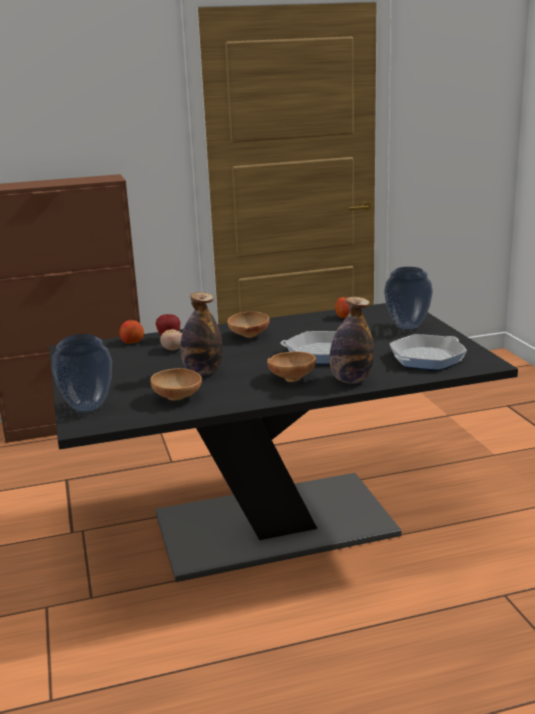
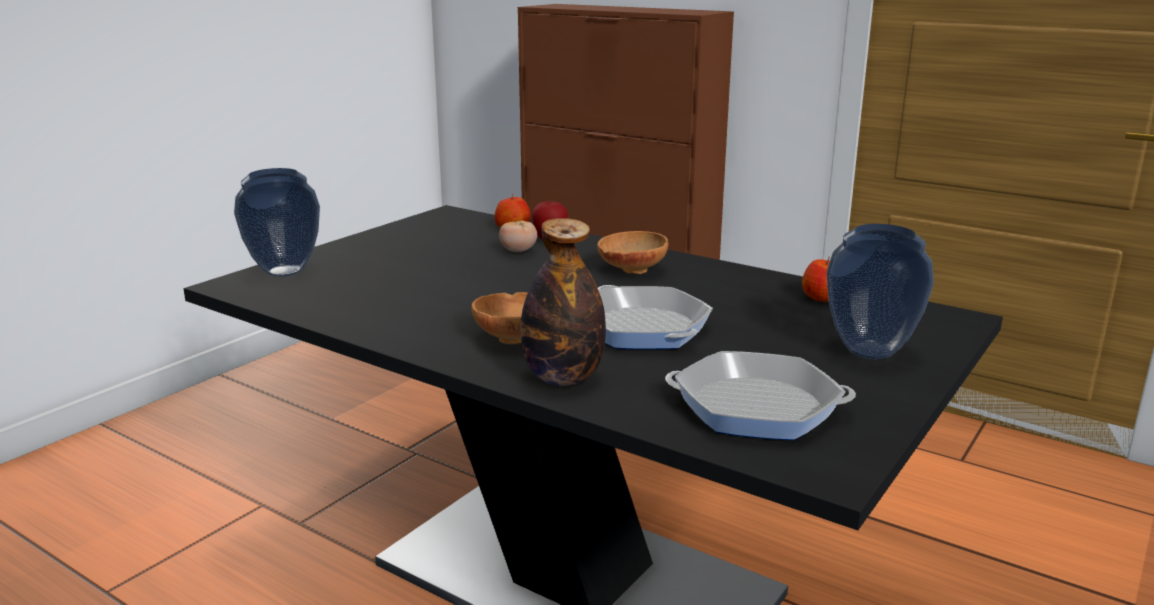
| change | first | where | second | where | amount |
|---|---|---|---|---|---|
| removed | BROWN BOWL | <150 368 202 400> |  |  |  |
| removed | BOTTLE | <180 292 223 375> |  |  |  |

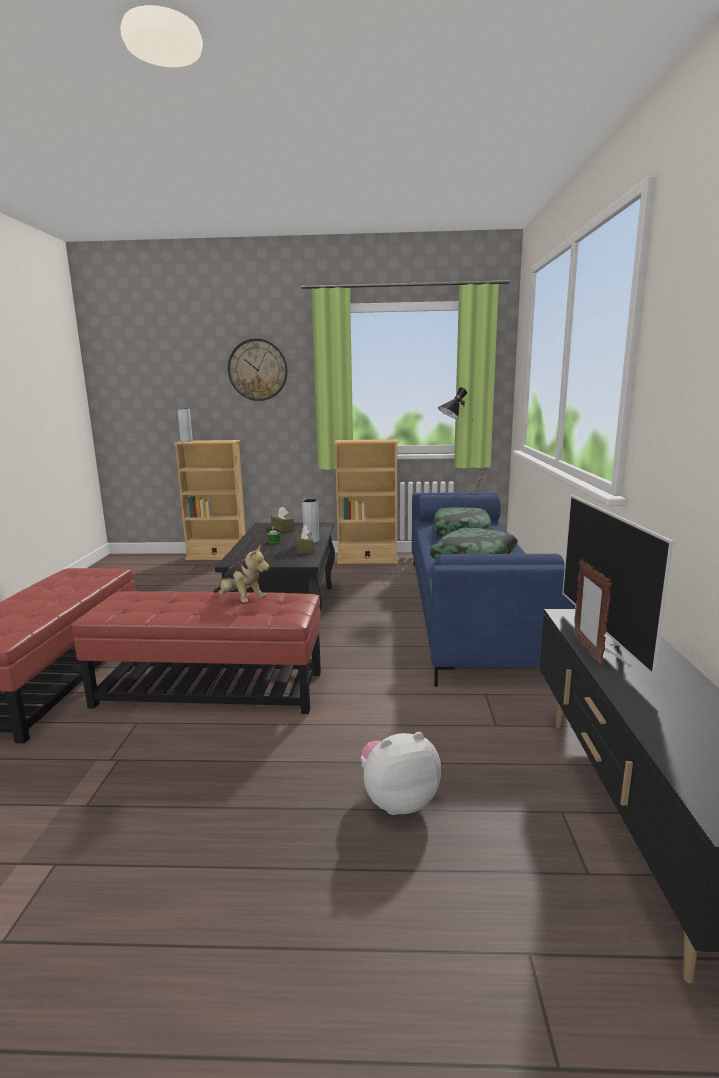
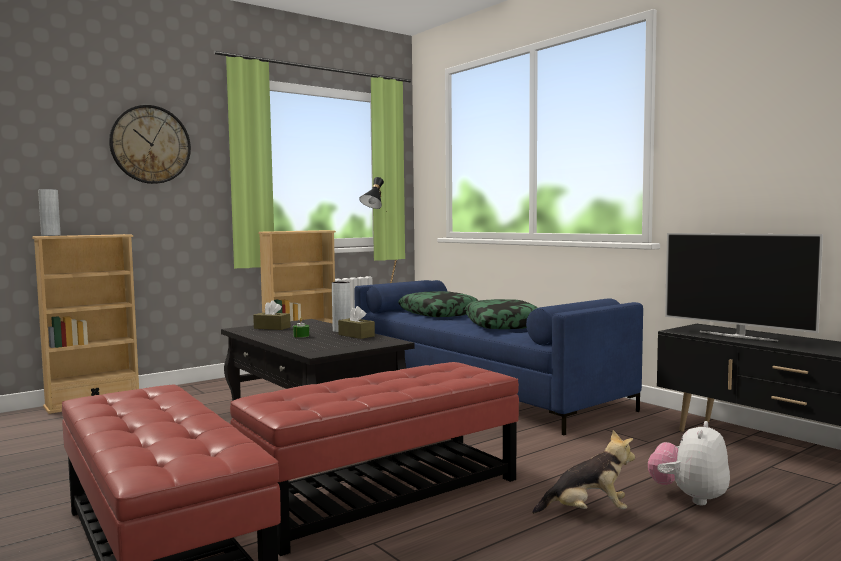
| change | first | where | second | where | amount |
|---|---|---|---|---|---|
| moved | PLUSH TOY | <213 545 270 603> |  | <532 430 635 514> |  |
| removed | PICTURE FRAME | <573 559 612 665> |  |  |  |

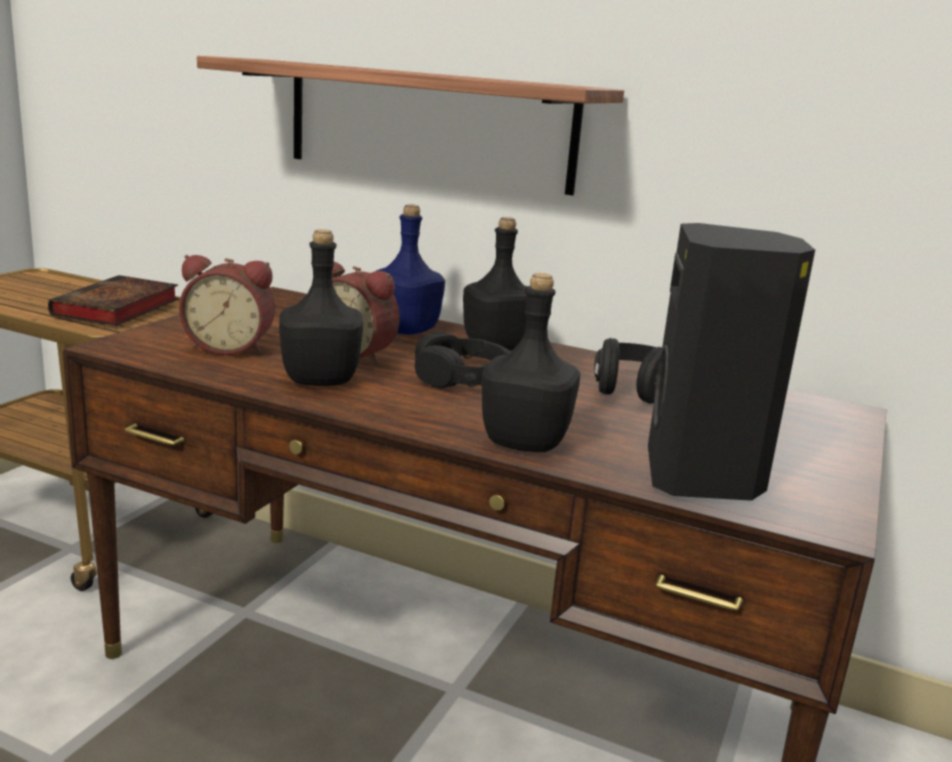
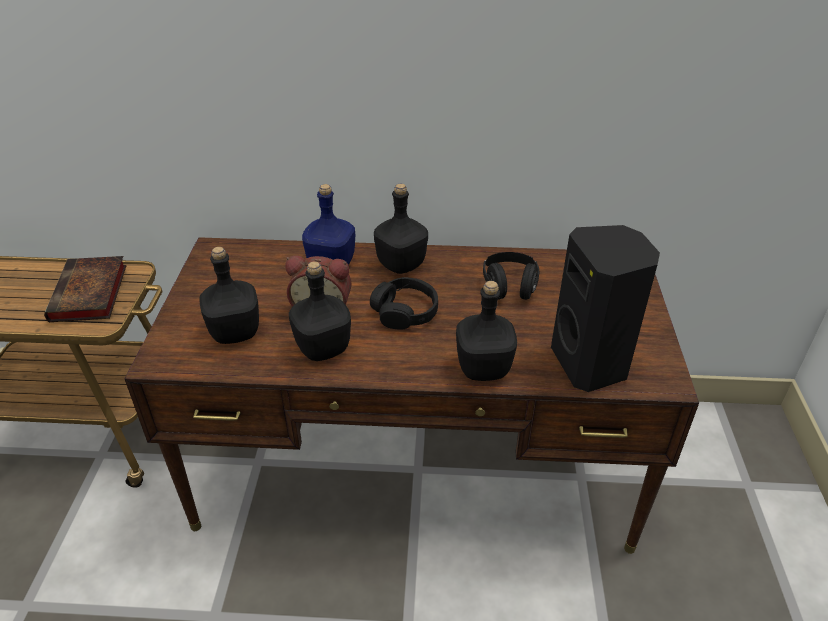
| change | first | where | second | where | amount |
|---|---|---|---|---|---|
| replaced | ALARM CLOCK | <179 255 275 355> | BLACK BOTTLE | <199 247 259 344> |  |
| removed | SHELF | <197 56 624 195> |  |  |  |

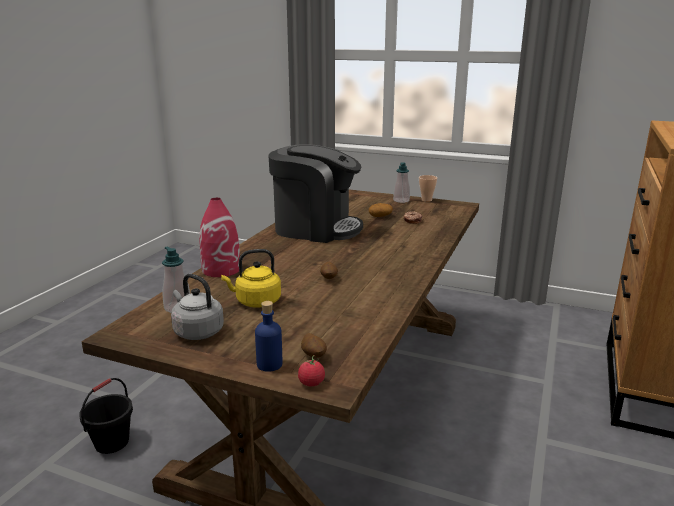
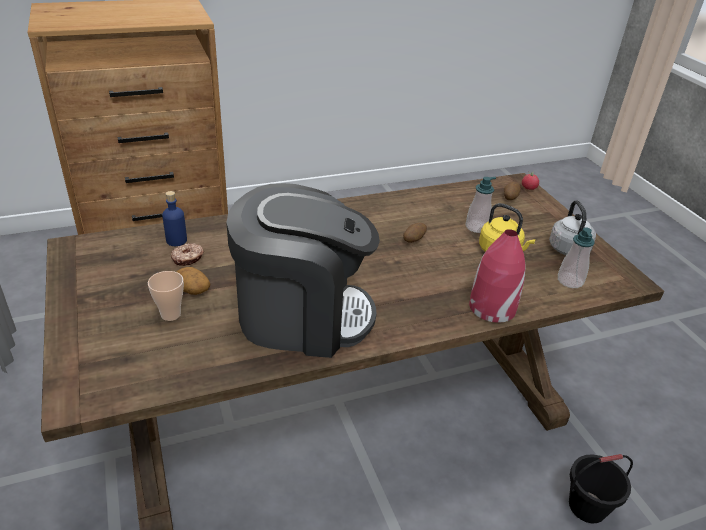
| change | first | where | second | where | amount |
|---|---|---|---|---|---|
| moved | CUP | <419 175 437 202> |  | <148 271 184 321> |  |
| moved | BLUE BOTTLE | <255 301 282 372> |  | <162 191 187 246> |  |
| turned | COFFEE MACHINE | <269 144 363 243> |  | <226 183 380 358> | 120 degrees clockwise |
| moved | SOAP DISPENSER | <393 162 410 203> |  | <466 177 496 233> |  |

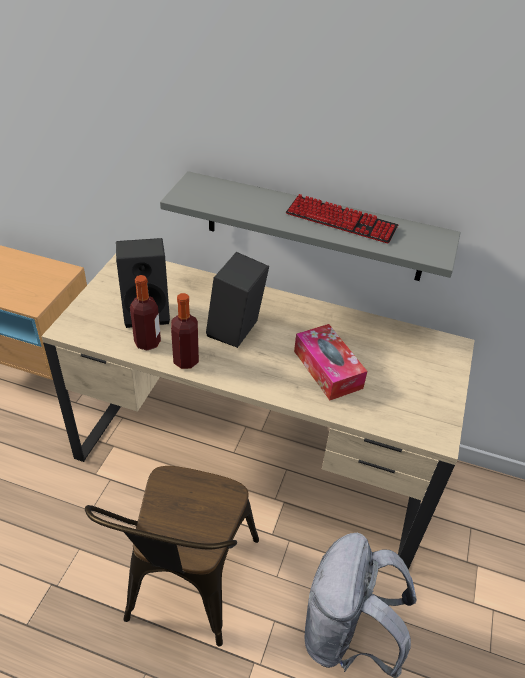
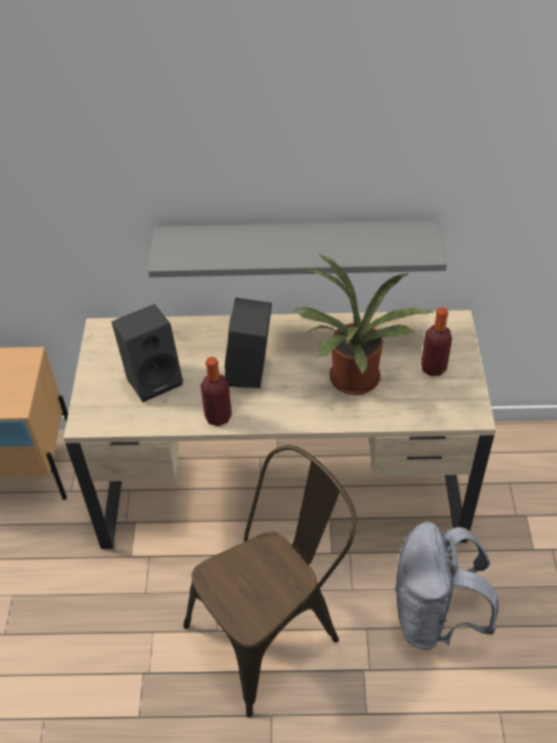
| change | first | where | second | where | amount |
|---|---|---|---|---|---|
| turned | BROWN CHAIR | <85 466 259 647> |  | <183 445 356 718> | 120 degrees counterclockwise |
| replaced | TISSUE BOX | <294 324 367 400> | POTTED PLANT | <293 254 435 395> |  |
| moved | BOTTLE | <130 275 161 351> |  | <421 307 452 376> |  |
| removed | KEYBOARD | <286 194 398 244> |  |  |  |

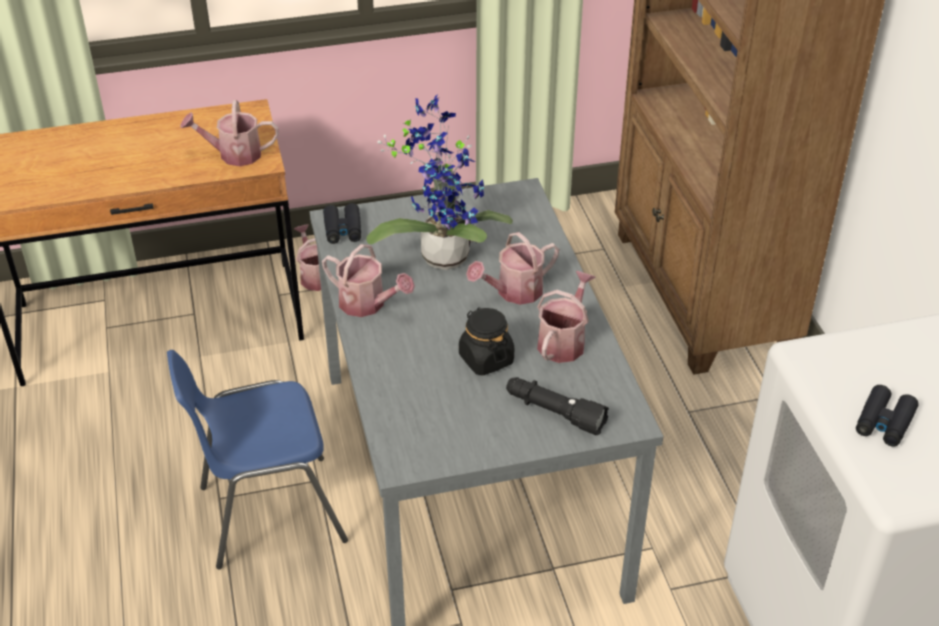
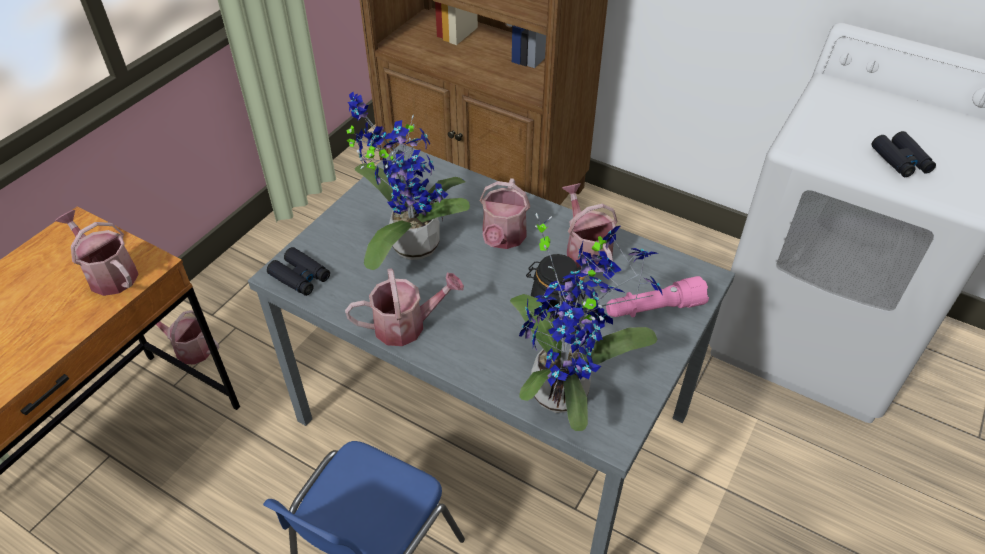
| change | first | where | second | where | amount |
|---|---|---|---|---|---|
| turned | WATERING CAN | <180 100 279 166> |  | <55 210 139 296> | 90 degrees clockwise |
| added |  |  | POTTED PLANT | <510 213 663 431> |  |
| recoloured | BLACK FLASHLIGHT | <506 377 609 435> | PINK FLASHLIGHT | <606 276 709 317> |  |

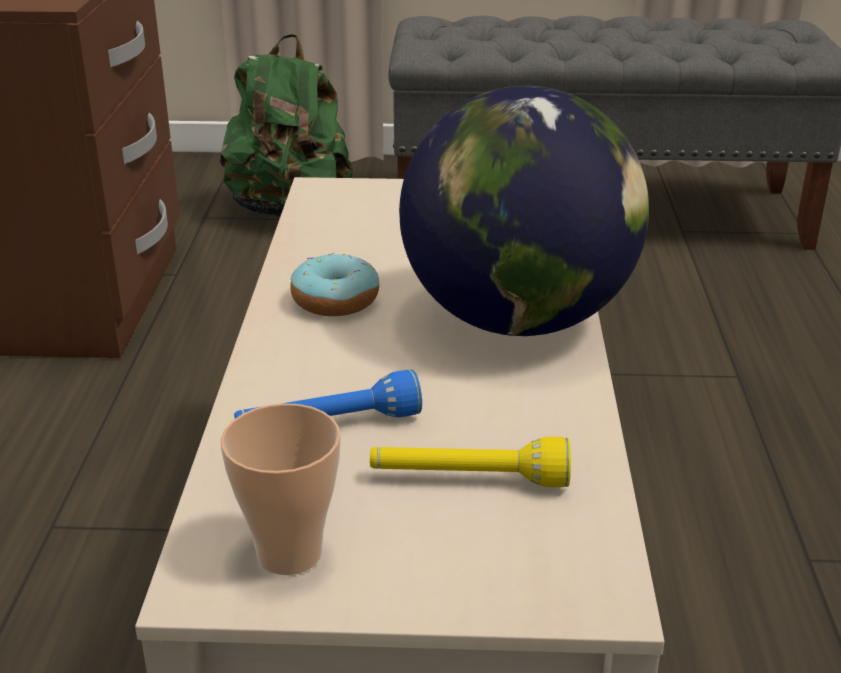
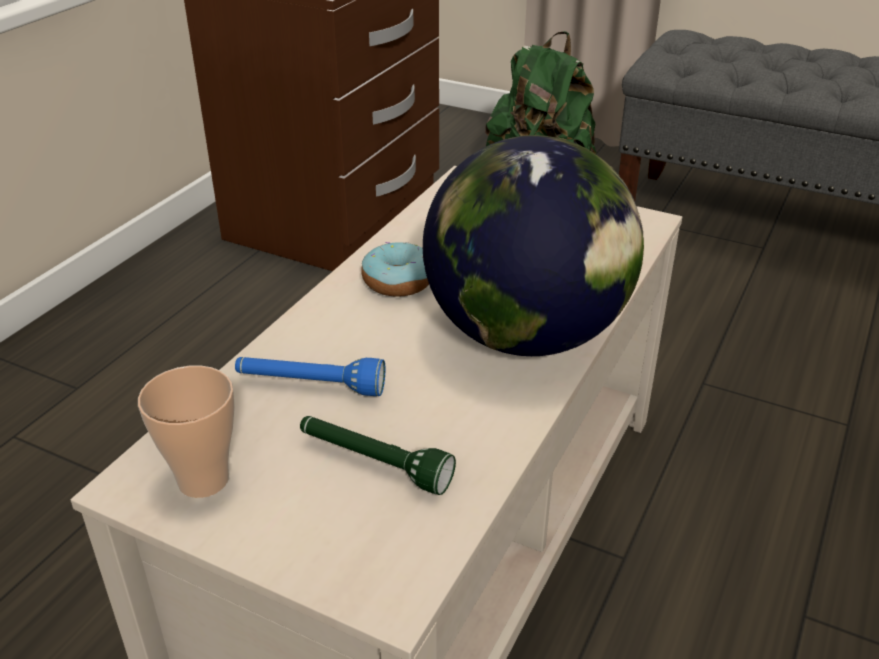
| change | first | where | second | where | amount |
|---|---|---|---|---|---|
| recoloured | YELLOW FLASHLIGHT | <370 437 571 487> | GREEN FLASHLIGHT | <300 416 456 495> |  |

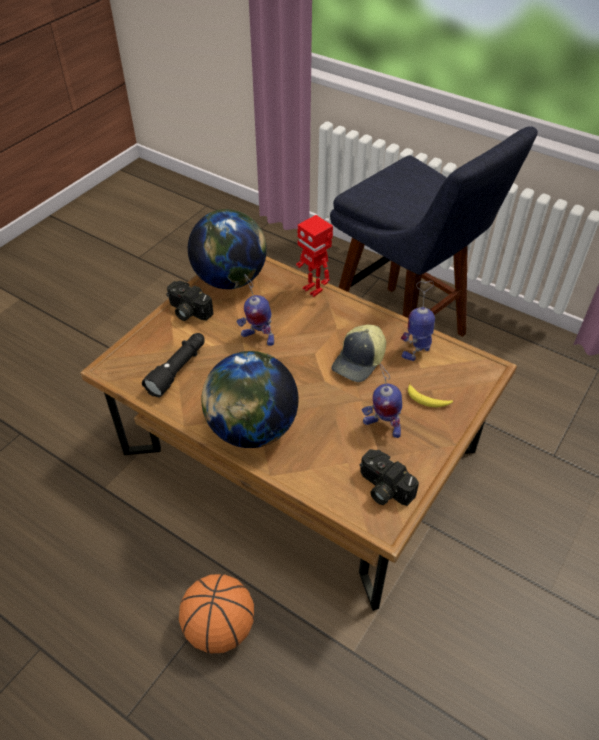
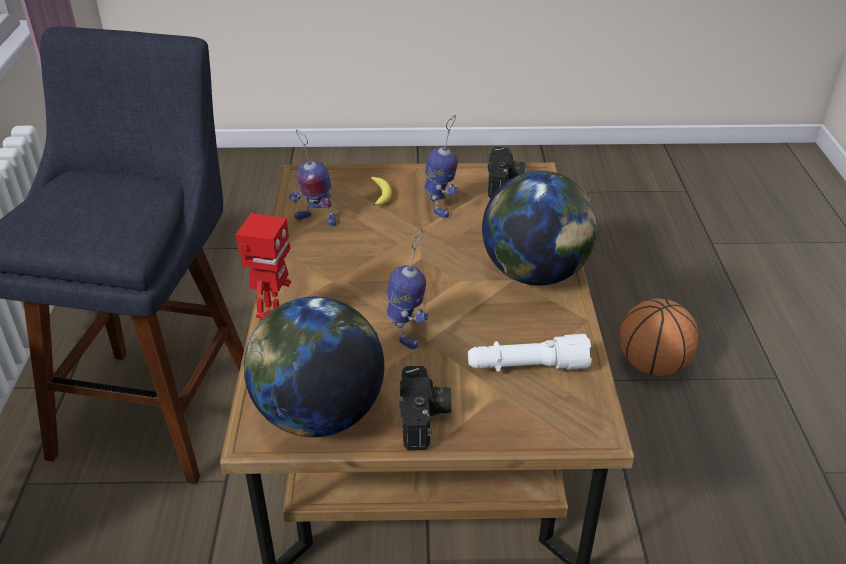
| change | first | where | second | where | amount |
|---|---|---|---|---|---|
| recoloured | BLACK FLASHLIGHT | <142 333 205 398> | WHITE FLASHLIGHT | <468 334 592 372> |  |
| removed | CAP | <331 325 386 382> |  |  |  |

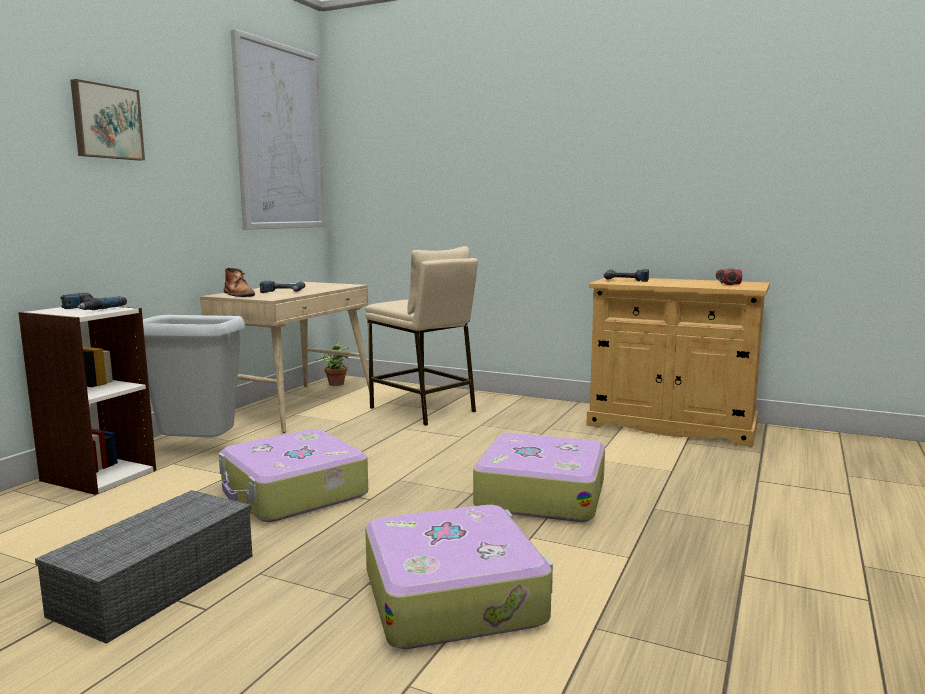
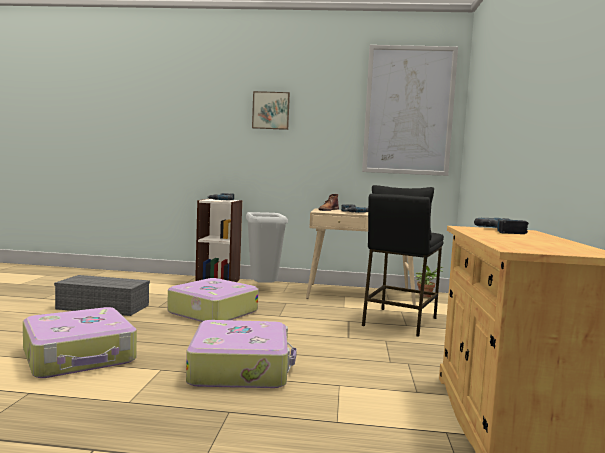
| change | first | where | second | where | amount |
|---|---|---|---|---|---|
| recoloured | BEIGE STOOL | <365 246 478 426> | BLACK STOOL | <362 185 444 337> |  |
| removed | FLASHLIGHT | <715 268 742 285> |  |  |  |

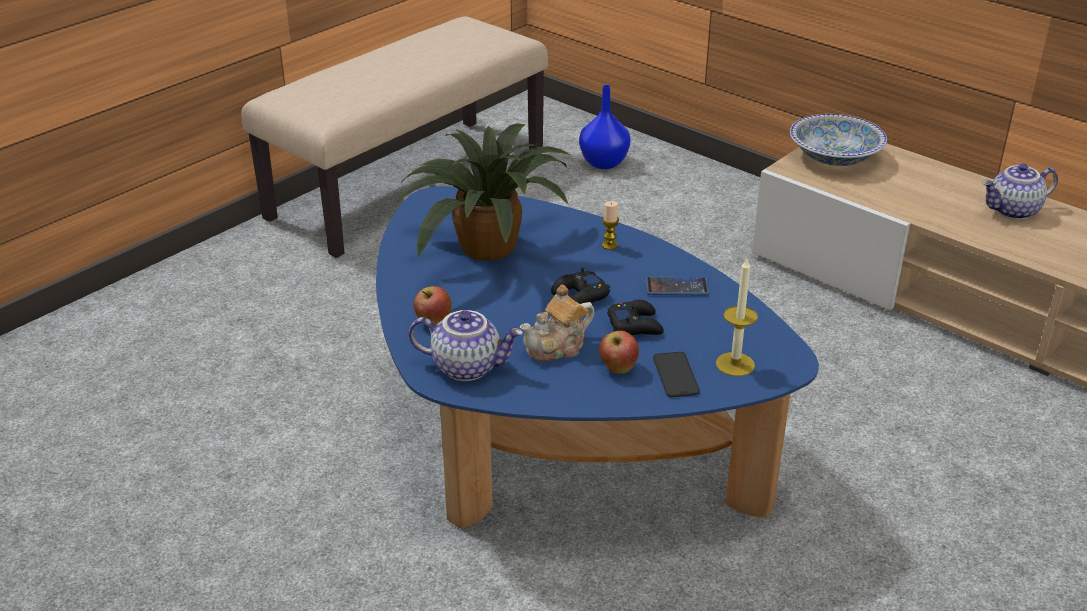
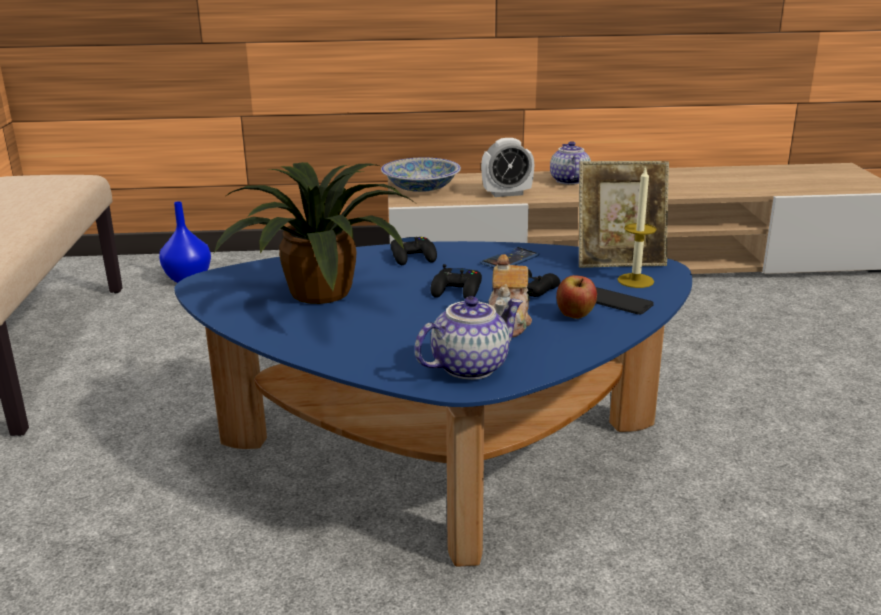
| change | first | where | second | where | amount |
|---|---|---|---|---|---|
| replaced | CANDLE | <602 201 619 250> | BLACK GAME CONTROLLER | <391 237 437 265> |  |
| added |  |  | ALARM CLOCK | <481 138 534 197> |  |
| turned | TEAPOT | <982 164 1058 220> |  | <550 141 591 184> | 150 degrees clockwise |
| added |  |  | PICTURE FRAME | <579 161 669 268> |  |
| removed | APPLE | <414 286 452 324> |  |  |  |

